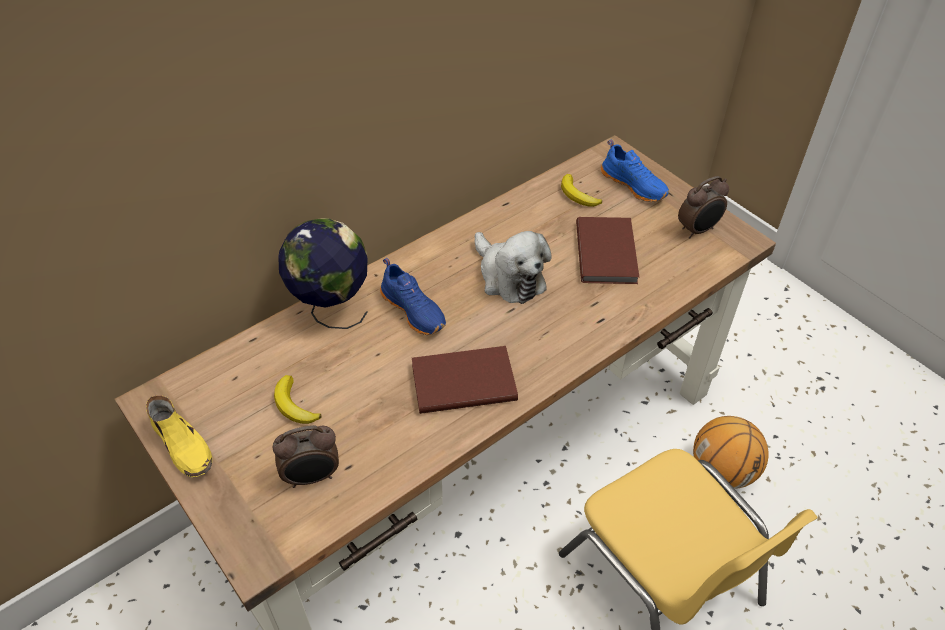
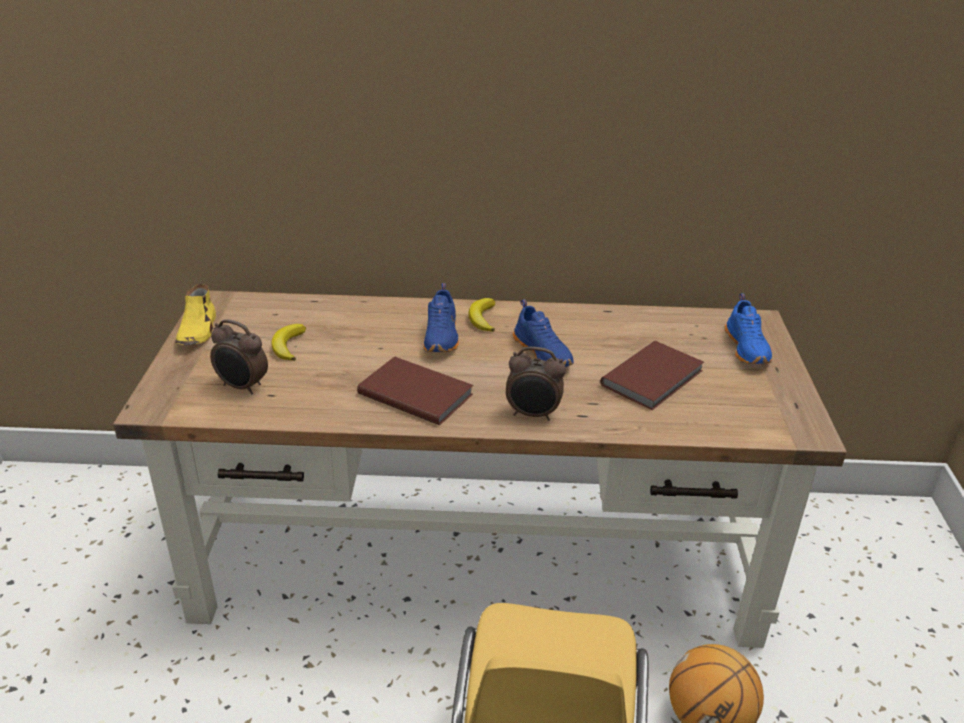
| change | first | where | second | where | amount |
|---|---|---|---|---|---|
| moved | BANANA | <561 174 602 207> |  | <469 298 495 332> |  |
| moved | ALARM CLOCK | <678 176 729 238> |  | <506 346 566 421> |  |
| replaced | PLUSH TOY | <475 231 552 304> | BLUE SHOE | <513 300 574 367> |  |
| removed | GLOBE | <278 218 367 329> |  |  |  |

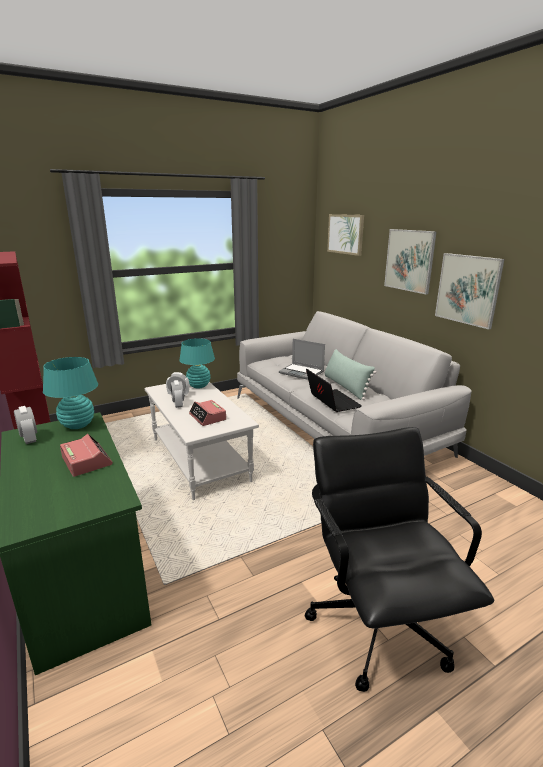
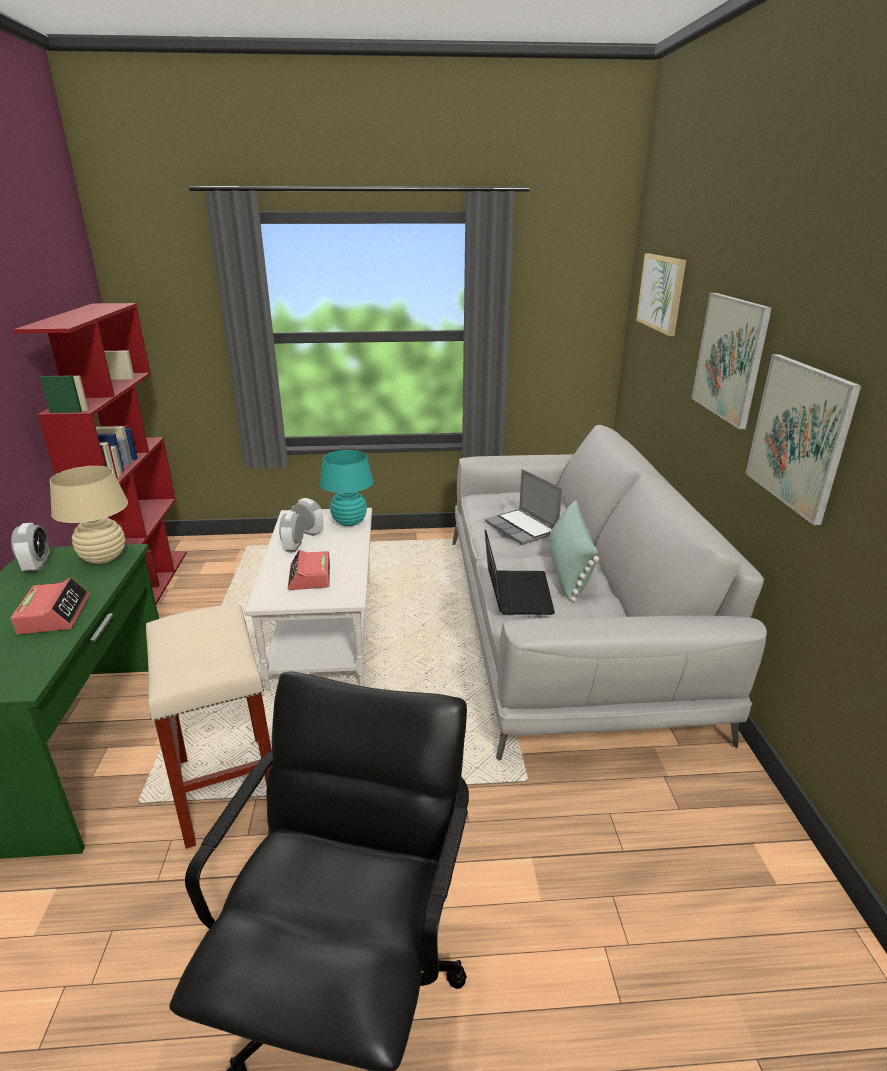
| change | first | where | second | where | amount |
|---|---|---|---|---|---|
| recoloured | TURQUOISE TABLE LAMP | <43 357 98 429> | BEIGE TABLE LAMP | <50 466 128 564> |  |
| added |  |  | BEIGE STOOL | <146 604 272 849> |  |

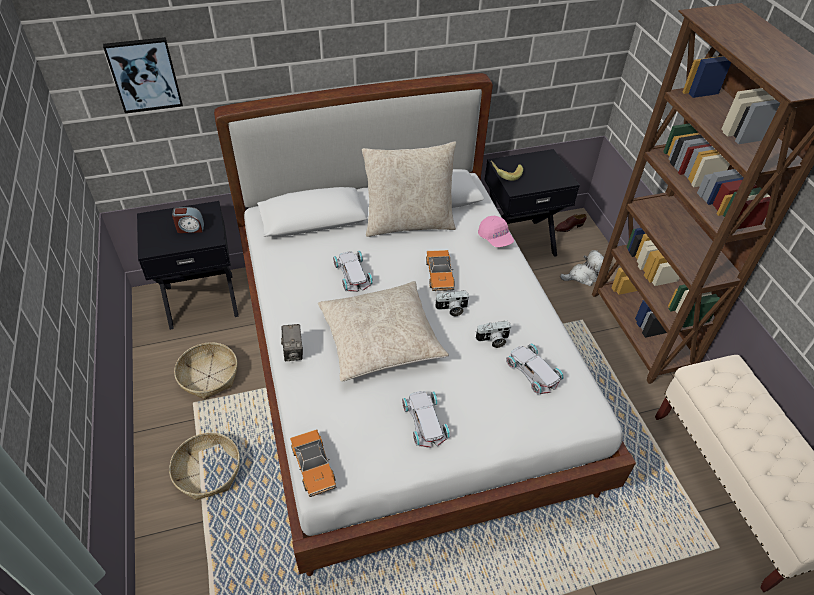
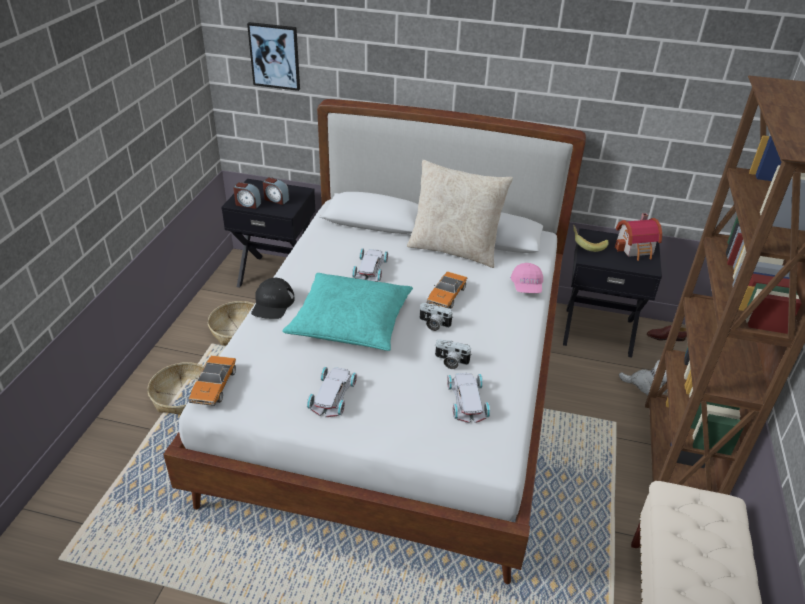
| change | first | where | second | where | amount |
|---|---|---|---|---|---|
| added |  |  | ALARM CLOCK | <233 182 261 209> |  |
| replaced | PHOTO CAMERA | <281 324 303 361> | BLACK CAP | <251 278 295 319> |  |
| recoloured | BEIGE PILLOW | <318 281 449 382> | TURQUOISE PILLOW | <282 273 413 351> |  |
| added |  |  | TOY HOUSE | <615 213 662 261> |  |

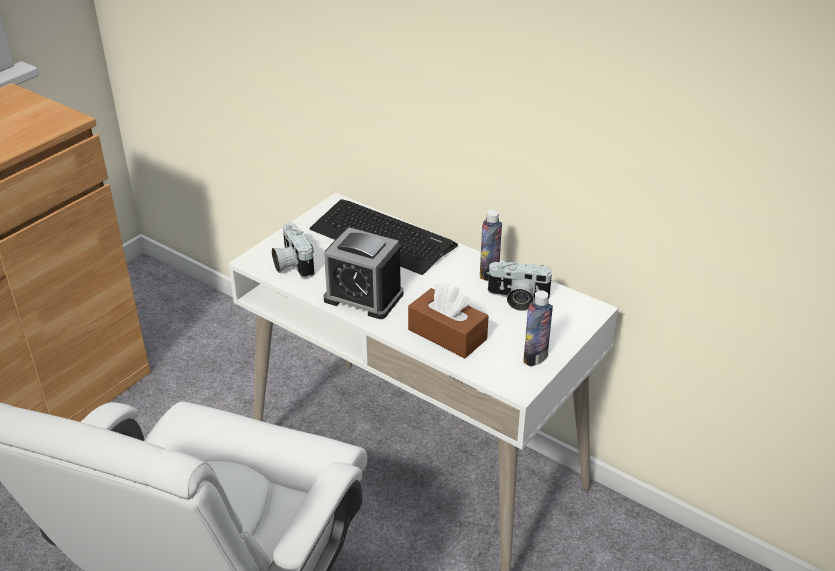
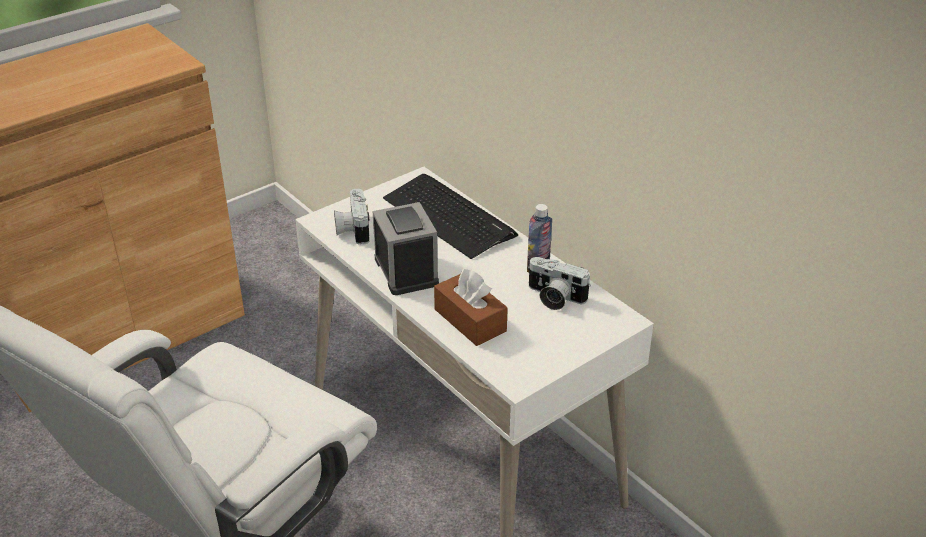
| change | first | where | second | where | amount |
|---|---|---|---|---|---|
| turned | ALARM CLOCK | <323 227 404 319> |  | <373 202 439 295> | 150 degrees counterclockwise |
| removed | BOTTLE | <523 290 553 366> |  |  |  |

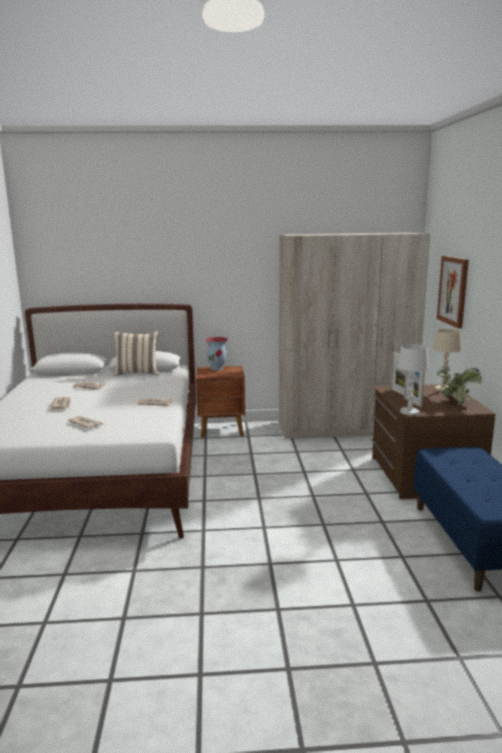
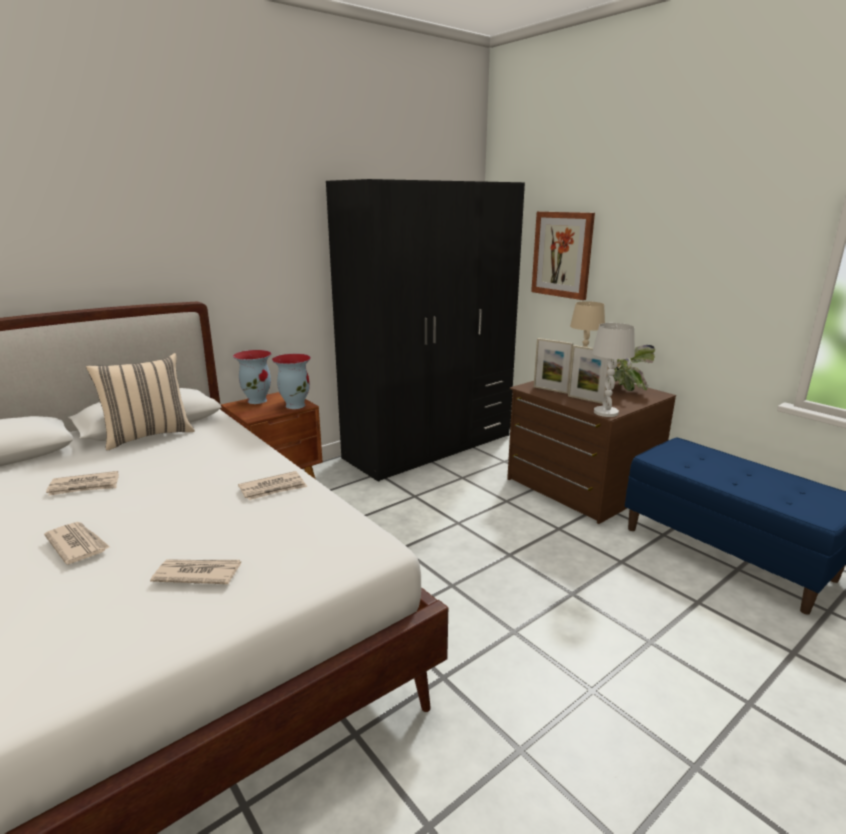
| change | first | where | second | where | amount |
|---|---|---|---|---|---|
| added |  |  | VASE | <272 354 311 409> |  |
| recoloured | BEIGE WARDROBE | <279 232 430 439> | BLACK WARDROBE | <326 179 525 482> |  |

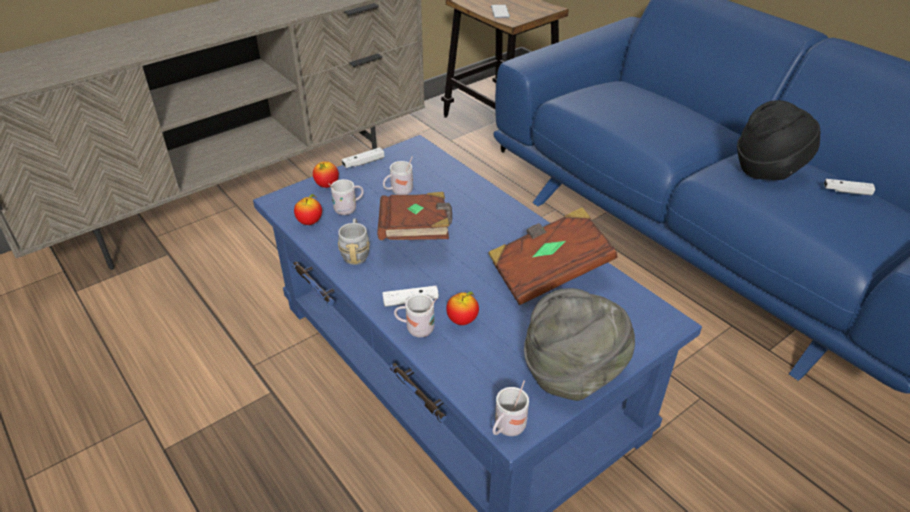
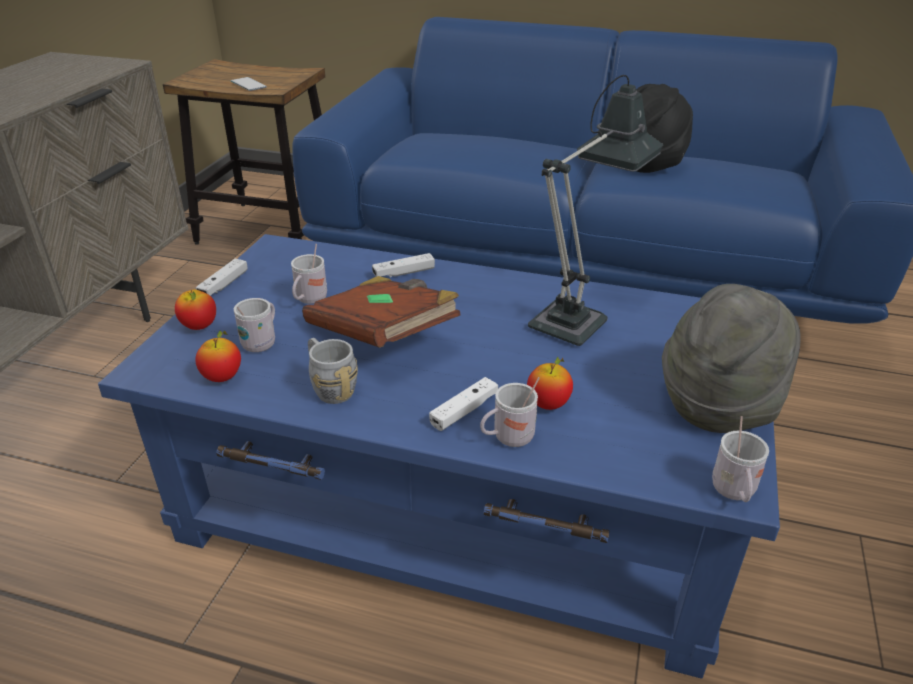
| change | first | where | second | where | amount |
|---|---|---|---|---|---|
| moved | WHITE GAME CONTROLLER | <824 179 876 195> |  | <372 253 435 277> |  |
| replaced | BROWN BOOK | <488 207 617 305> | TABLE LAMP | <528 75 663 346> |  |

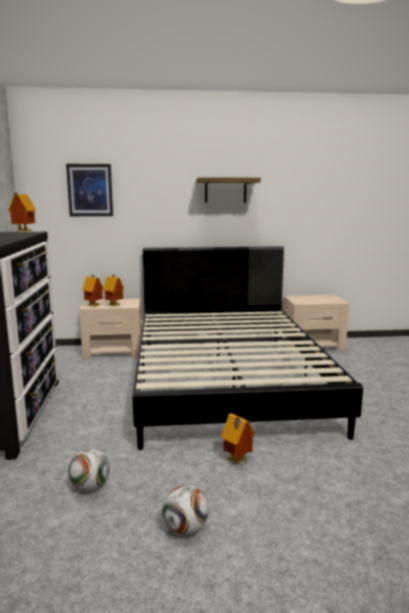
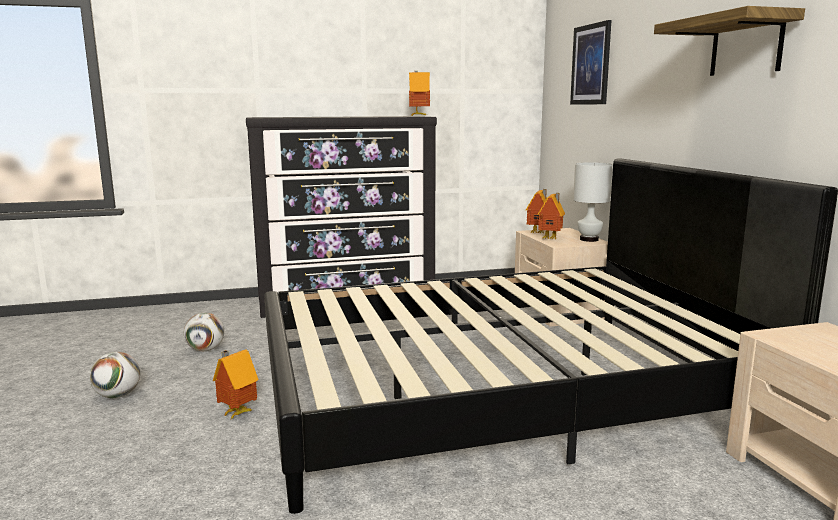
| change | first | where | second | where | amount |
|---|---|---|---|---|---|
| added |  |  | WHITE TABLE LAMP | <573 162 613 242> |  |

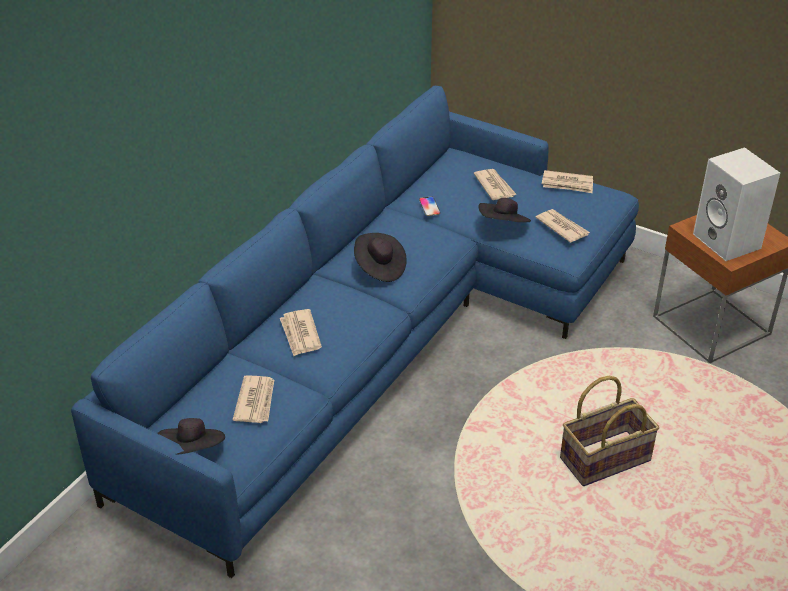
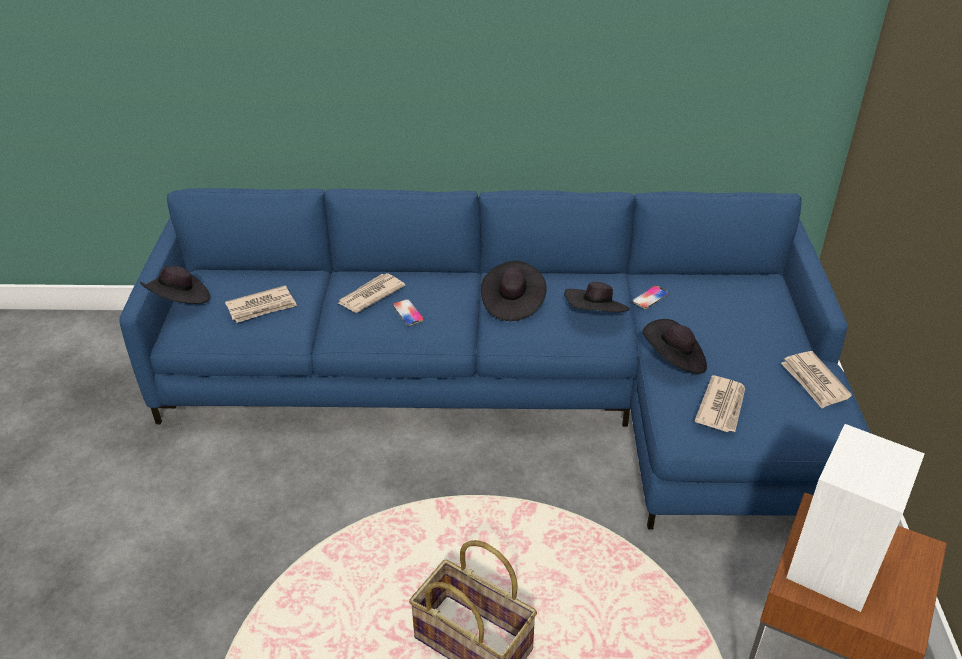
| change | first | where | second | where | amount |
|---|---|---|---|---|---|
| added |  |  | PHONE | <393 299 424 326> |  |
| added |  |  | BLACK HAT | <564 282 629 312> |  |
| removed | NEWSPAPER | <473 169 517 200> |  |  |  |

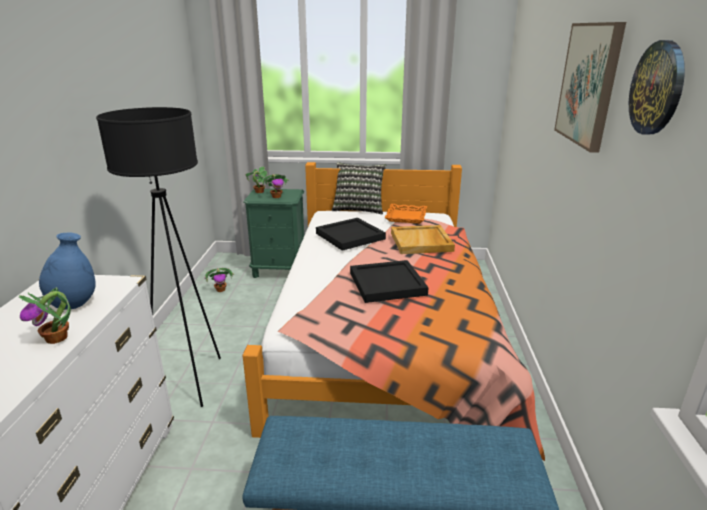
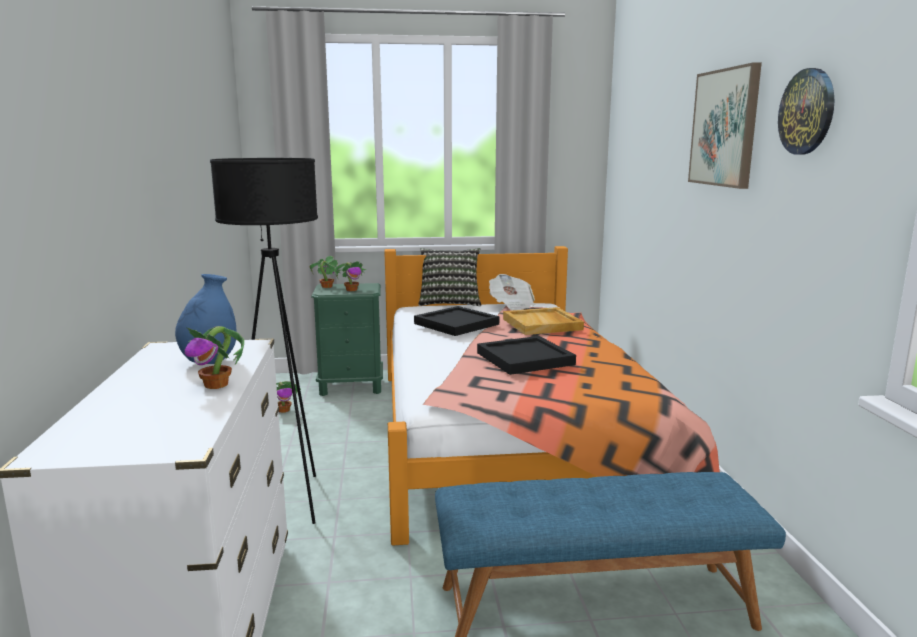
| change | first | where | second | where | amount |
|---|---|---|---|---|---|
| replaced | ORANGE TRAY | <385 204 427 224> | NEWSPAPER | <489 274 536 310> |  |

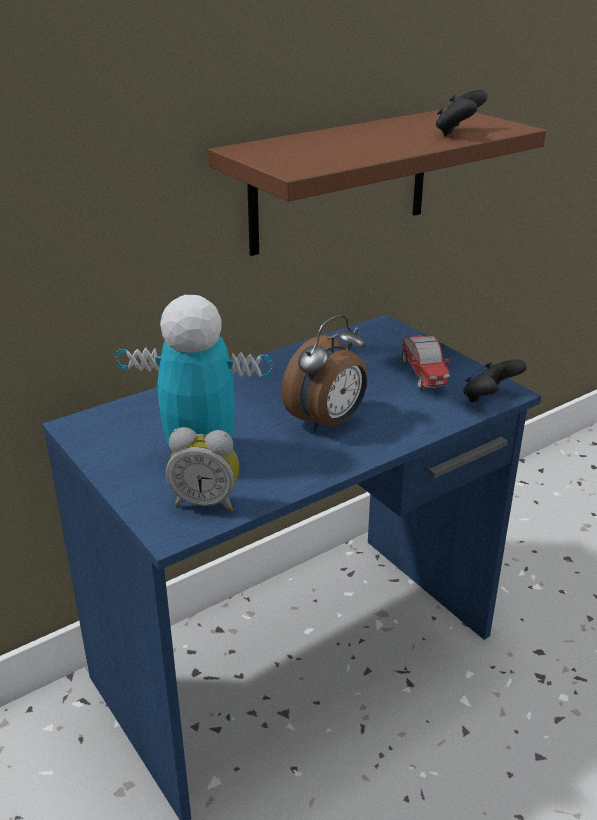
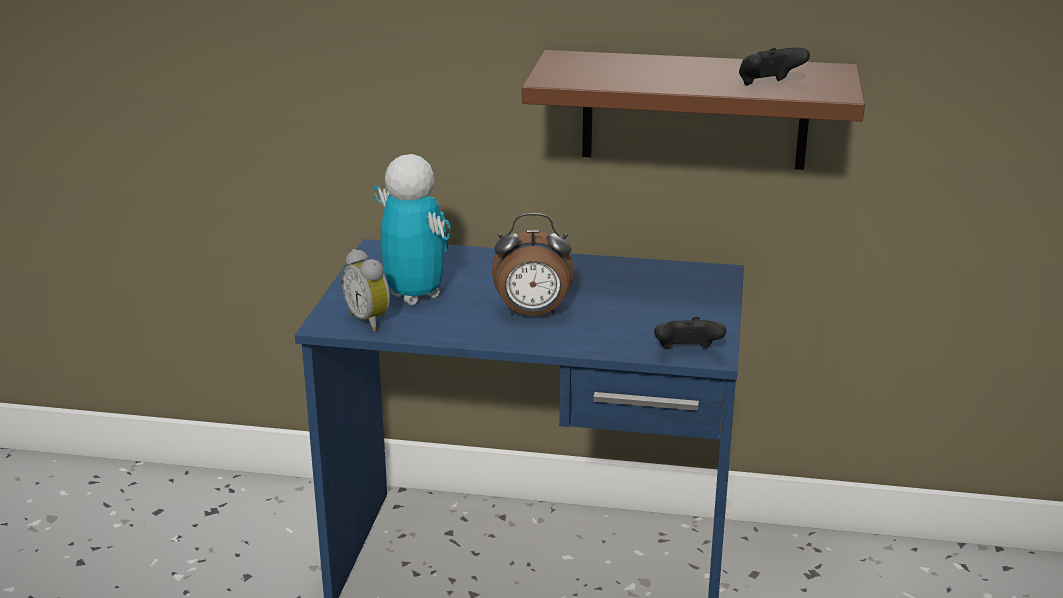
| change | first | where | second | where | amount |
|---|---|---|---|---|---|
| removed | TOY CAR | <401 335 450 391> |  |  |  |

